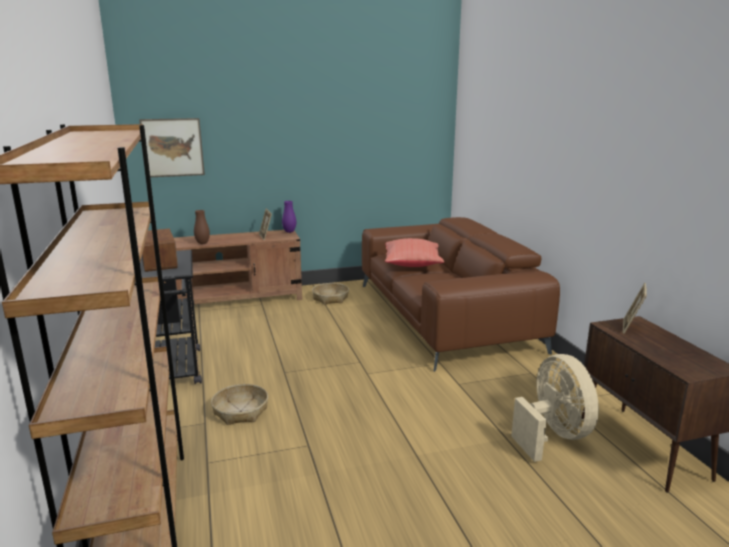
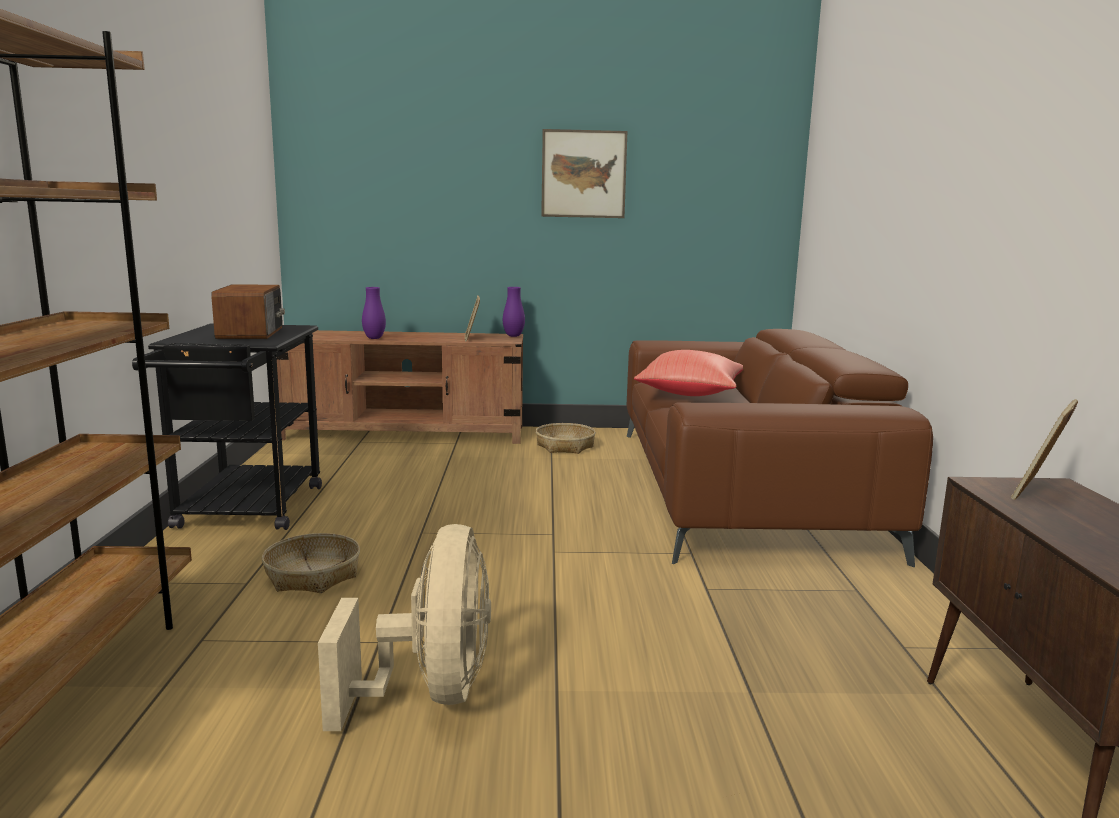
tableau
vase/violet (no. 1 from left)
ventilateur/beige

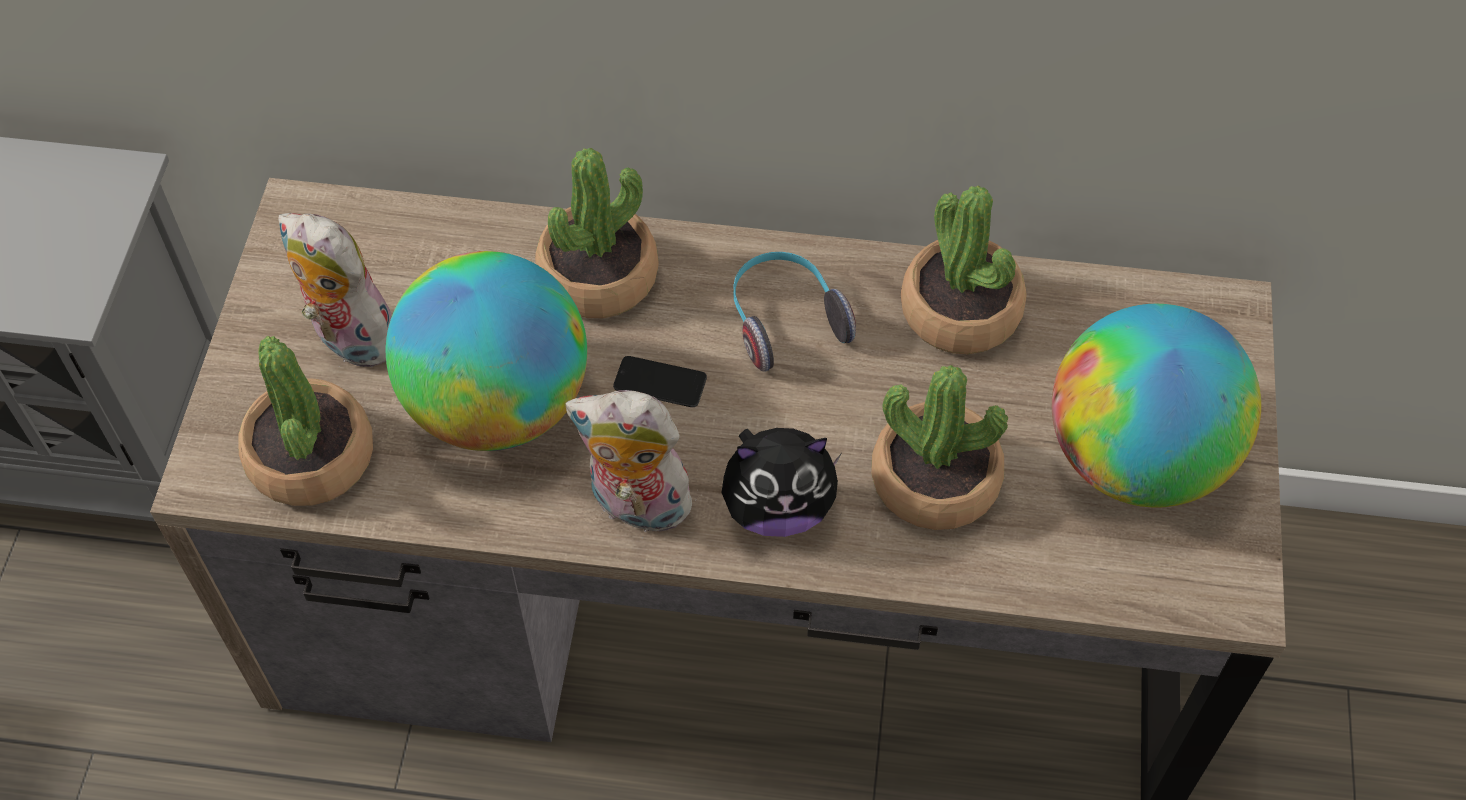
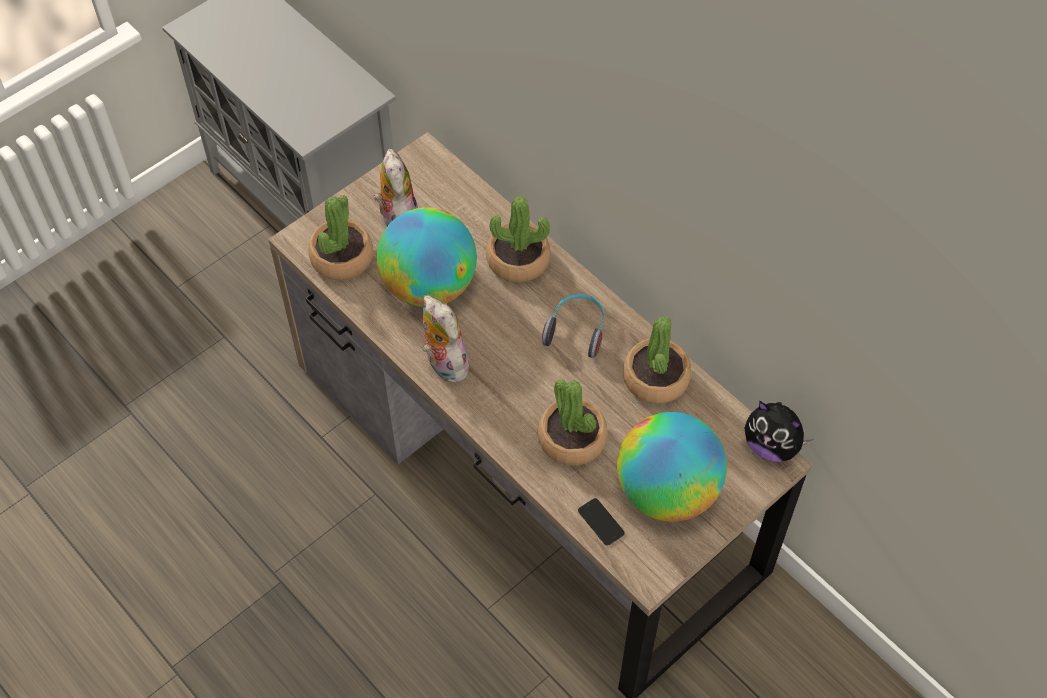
téléphone
peluche (no. 3 from left)

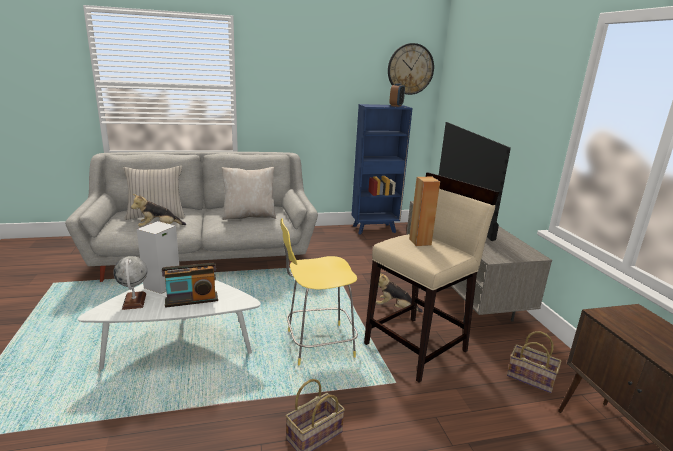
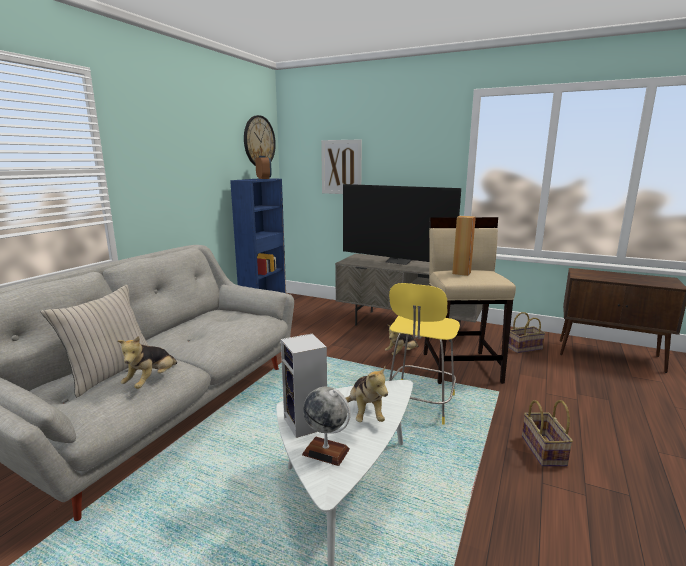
peluche (no. 2 from left)
coussin/beige (no. 2 from left in the first image)
tableau

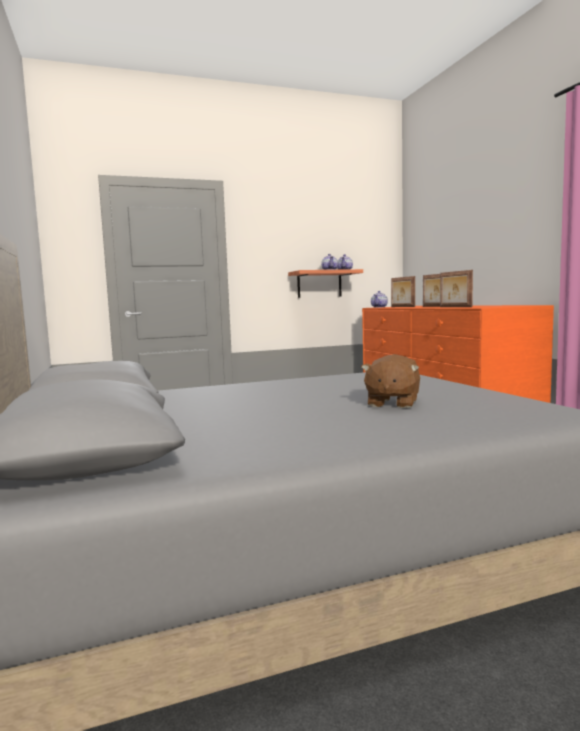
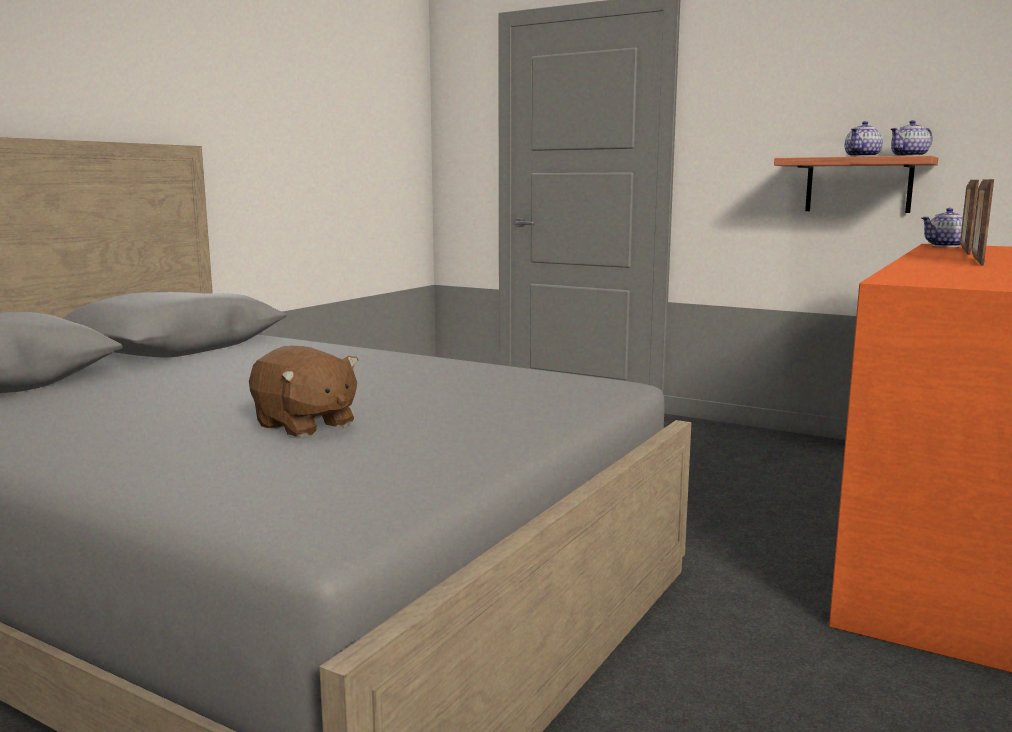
peluche/marron
cadre photo (no. 3 from left in the first image)

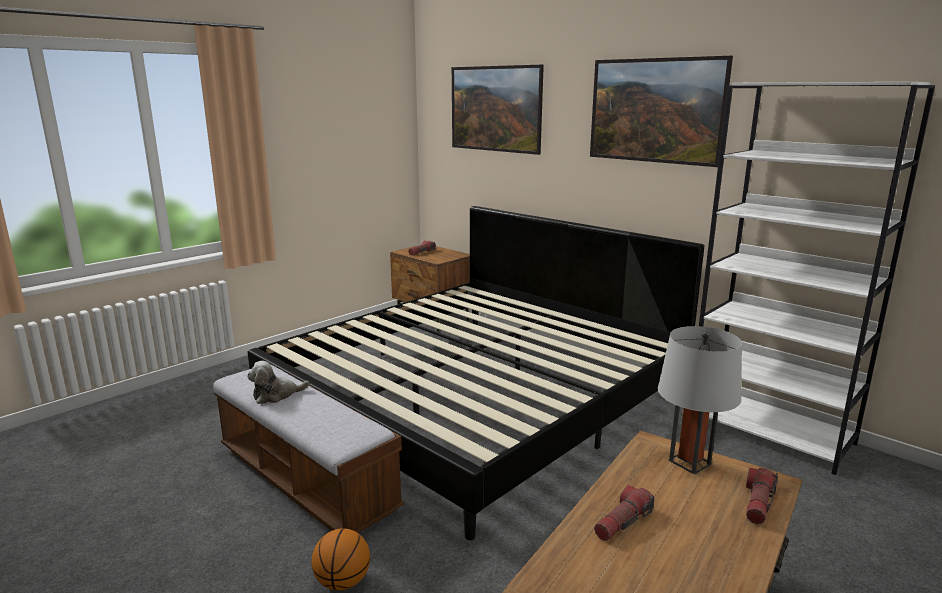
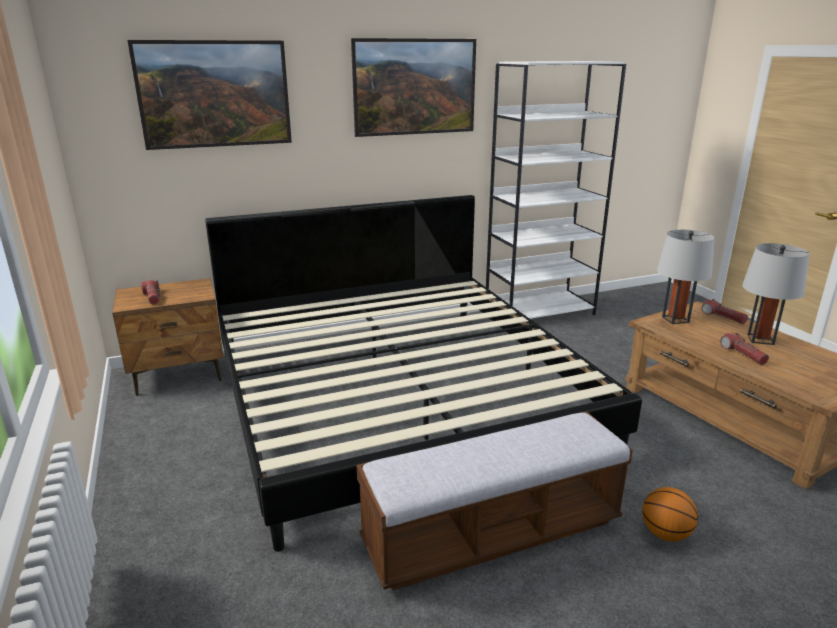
peluche
lampe de table/gris (no. 2 from left)

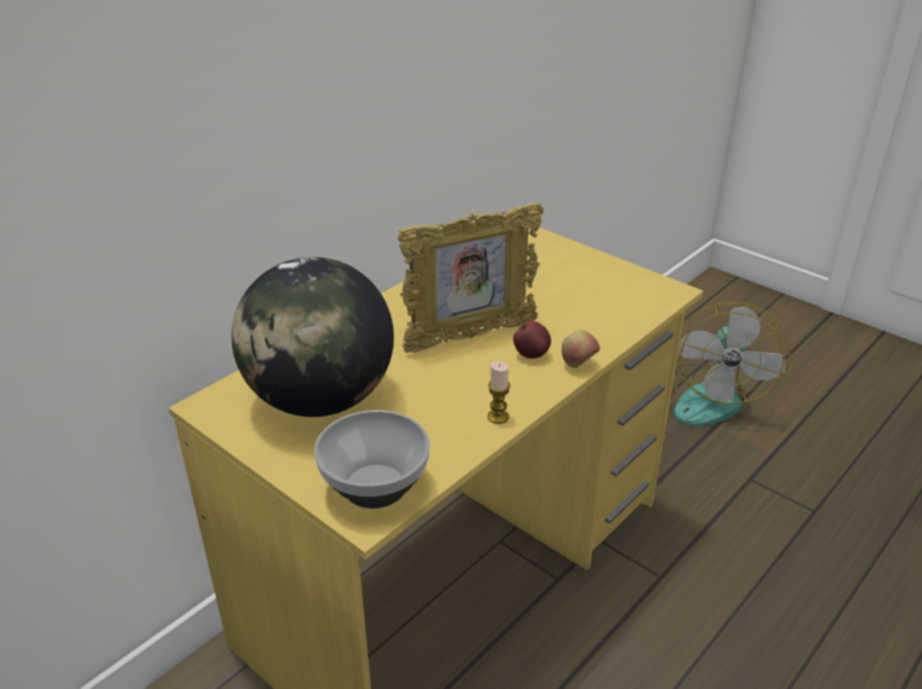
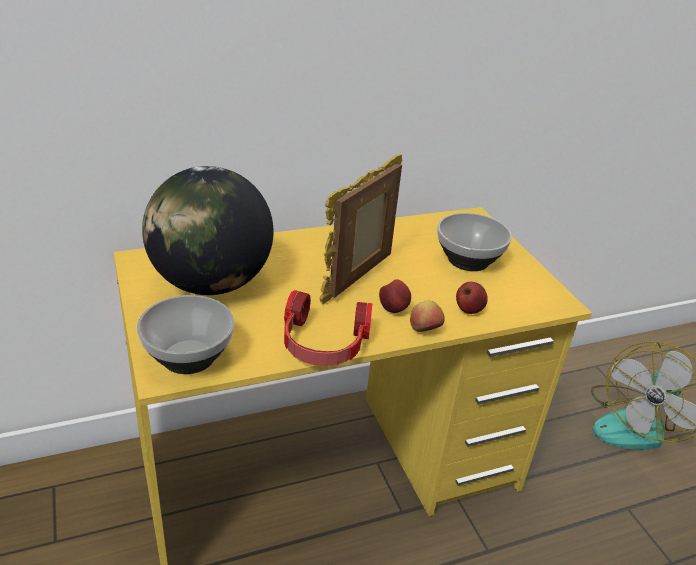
cadre photo
casque audio
bol (no. 2 from left)
pomme (no. 3 from left)

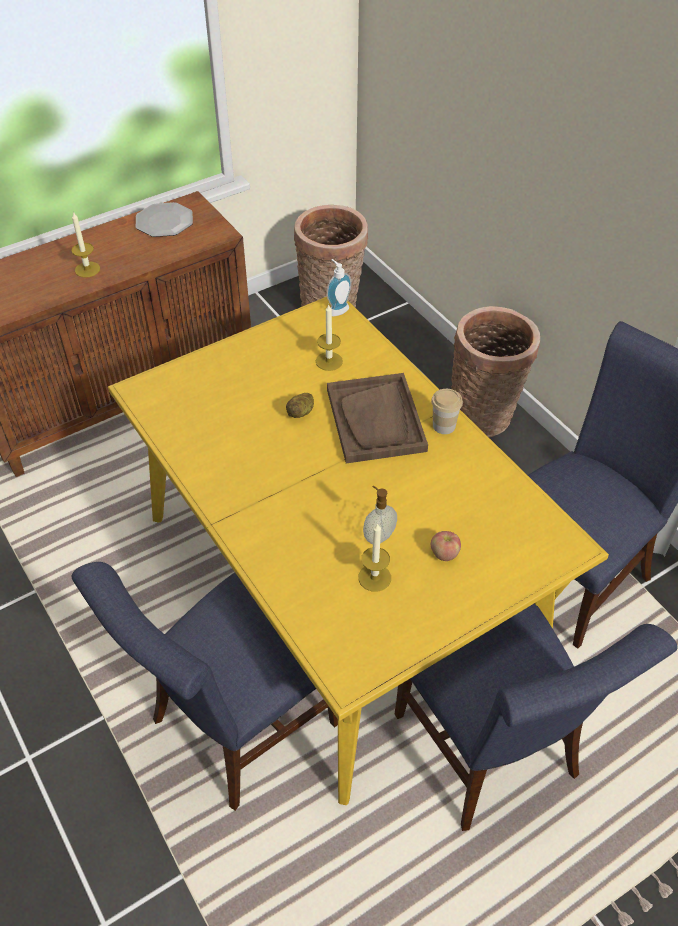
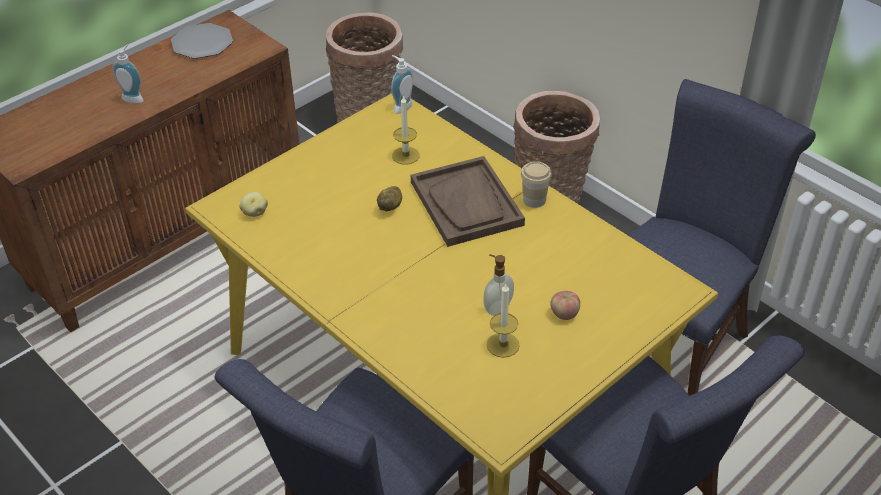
distributeur de savon (no. 1 from left)
pomme de terre (no. 1 from left)

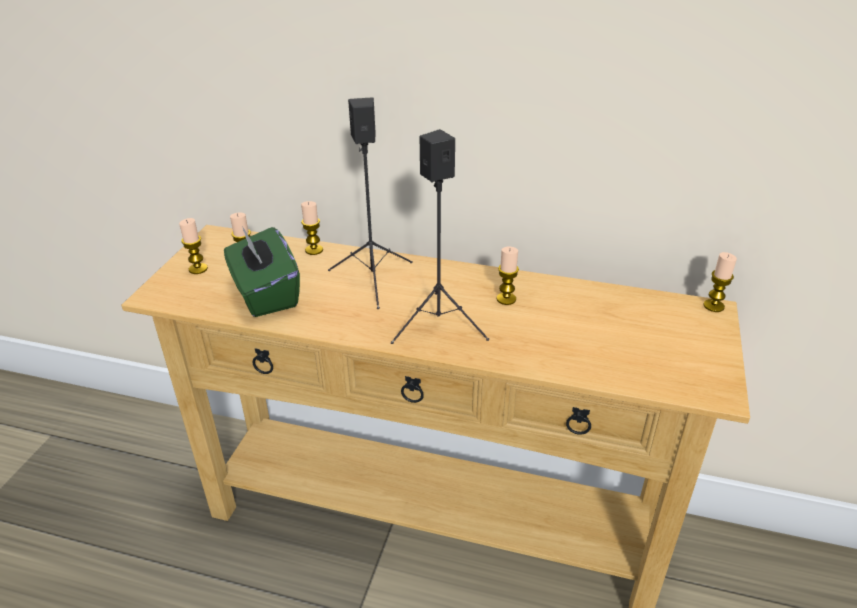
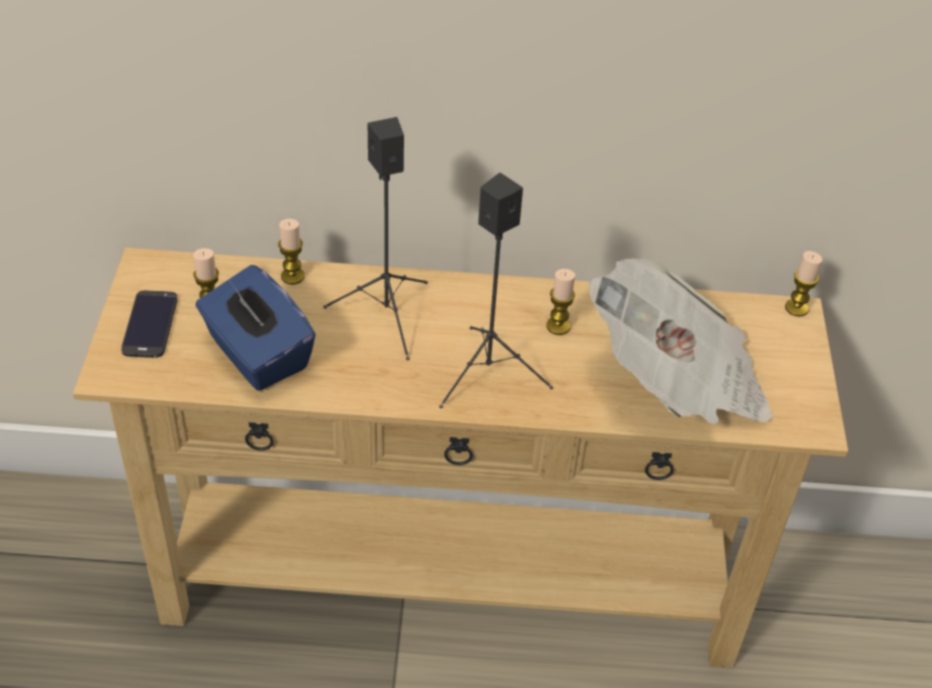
téléphone
boîte à mouchoirs/bleu
journal

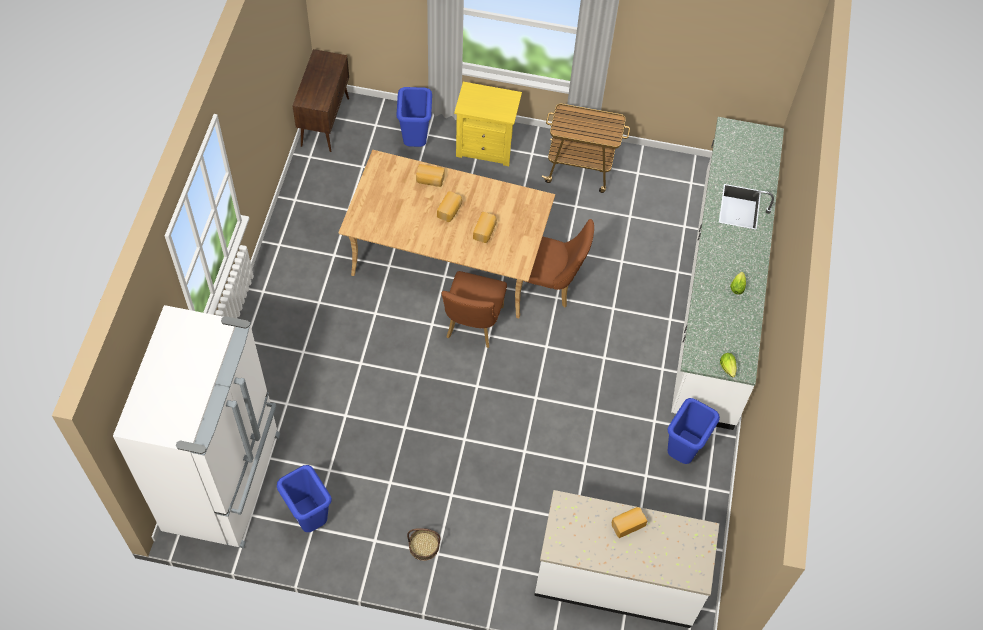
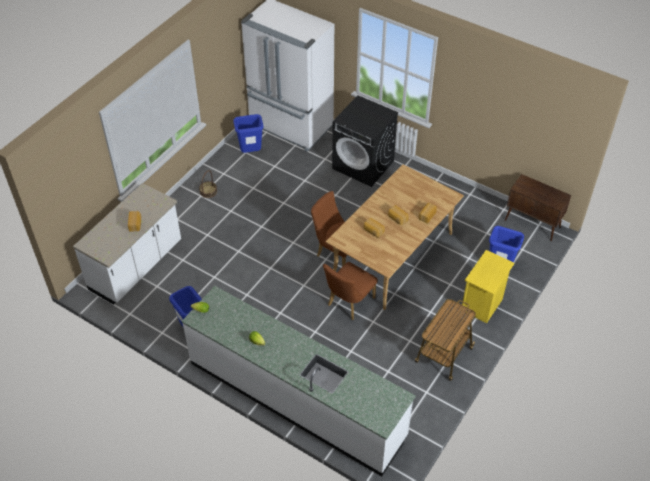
lave-linge/noir

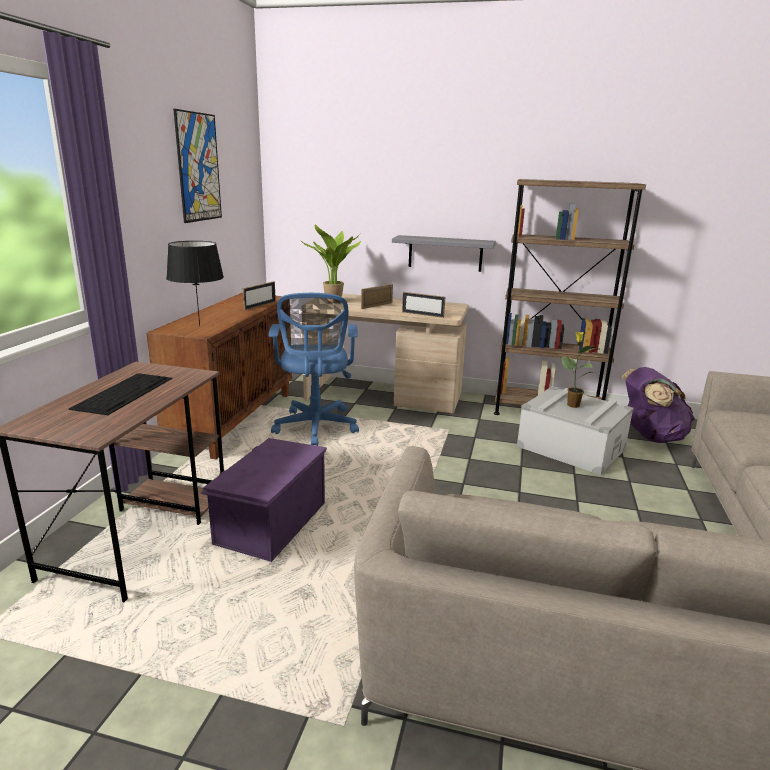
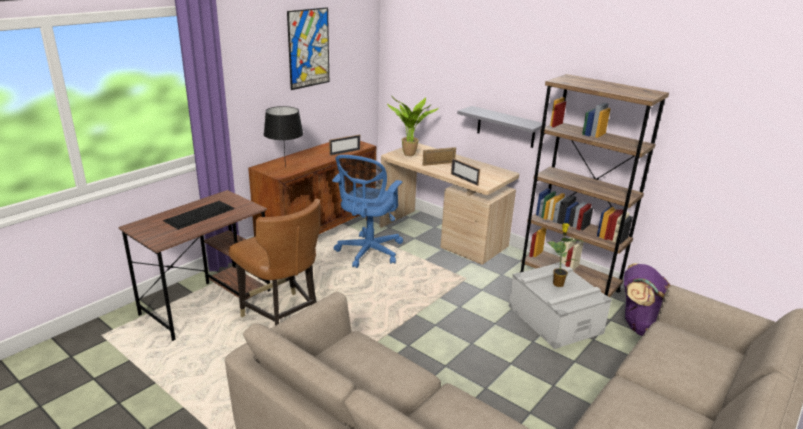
chaise/marron

